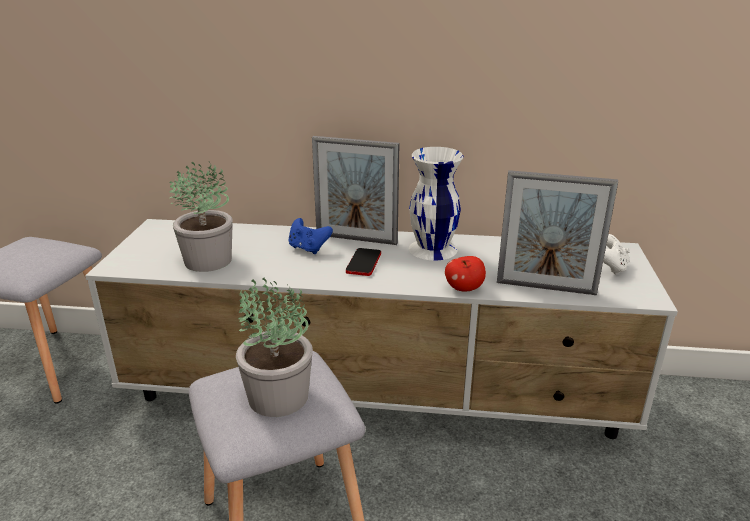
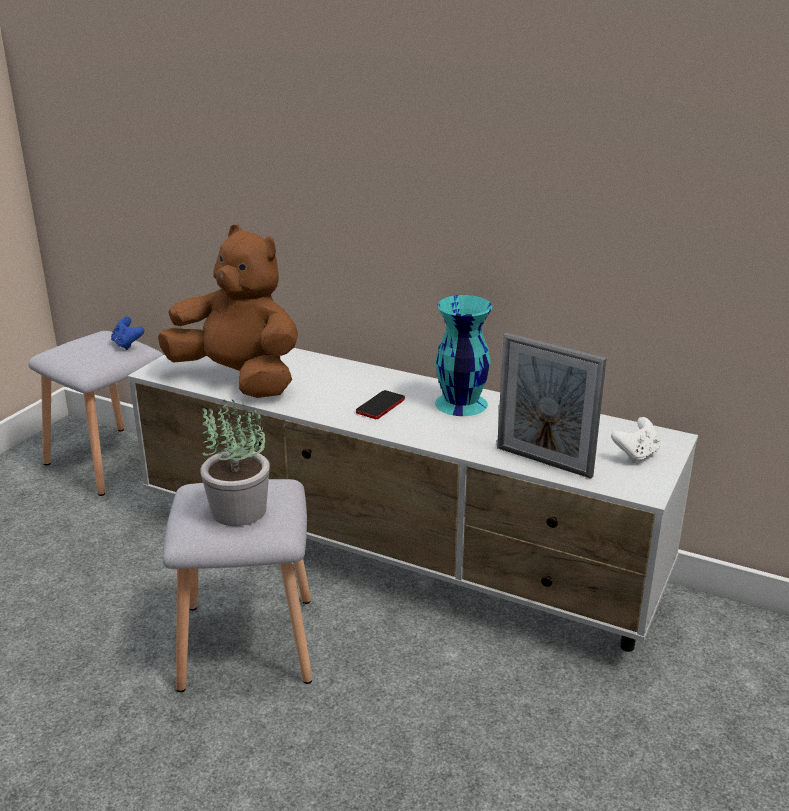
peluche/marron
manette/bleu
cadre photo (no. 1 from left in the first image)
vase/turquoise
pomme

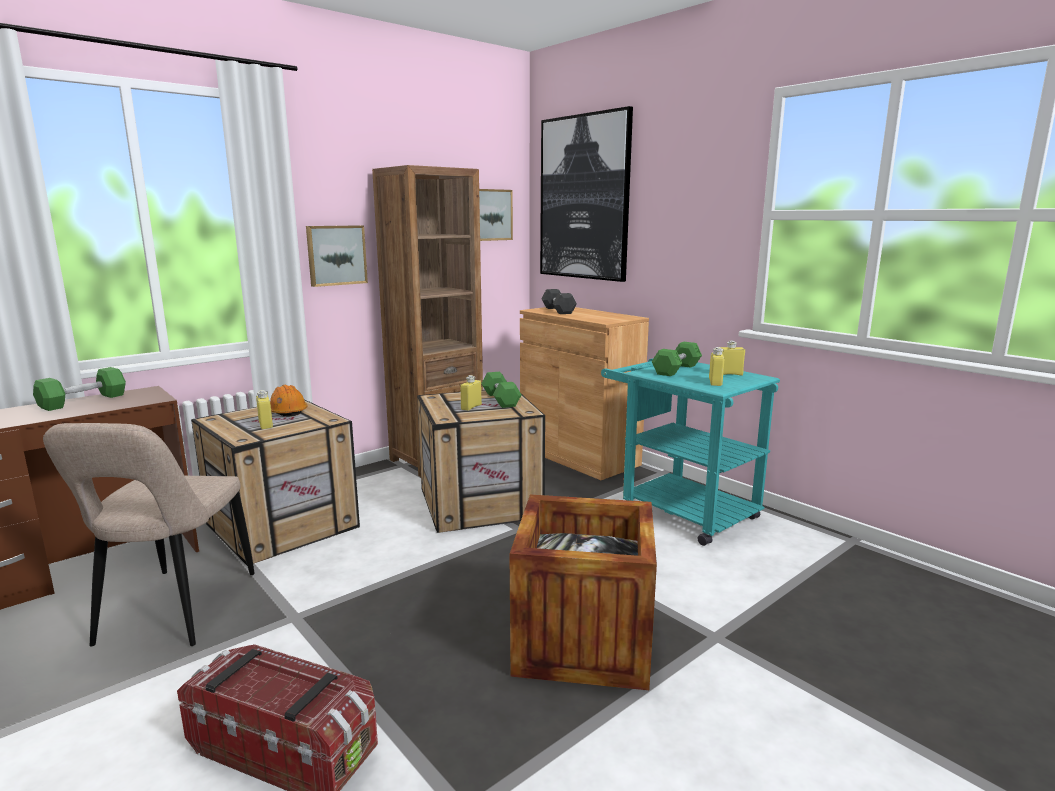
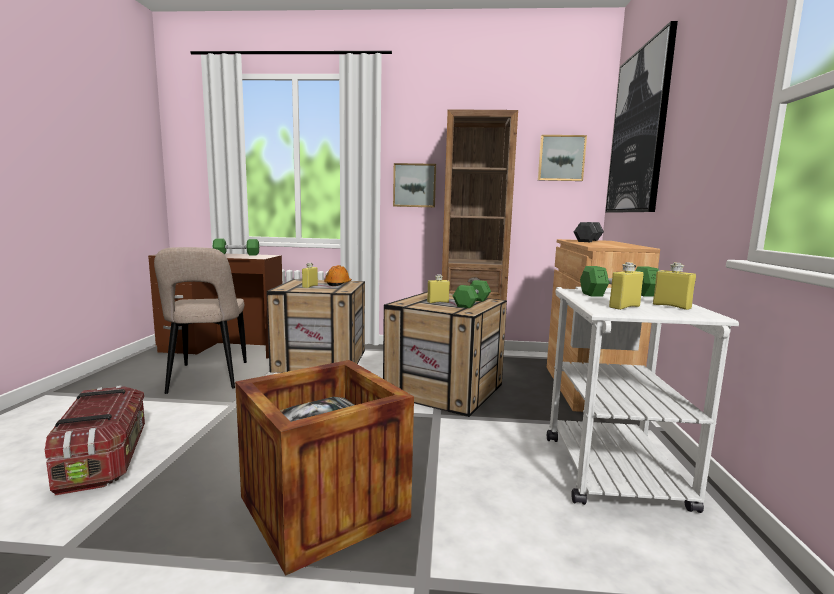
chaise/beige
chariot/blanc

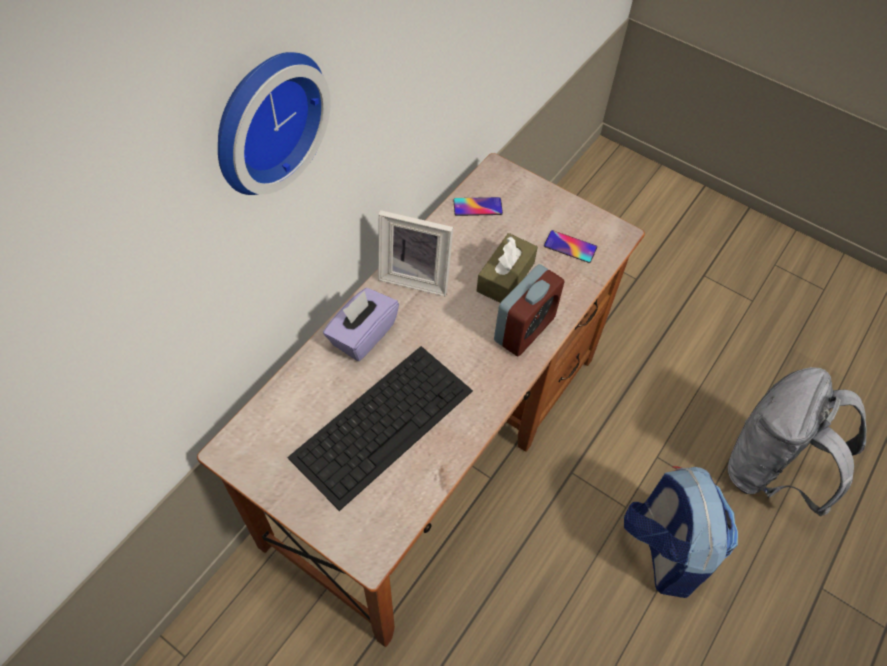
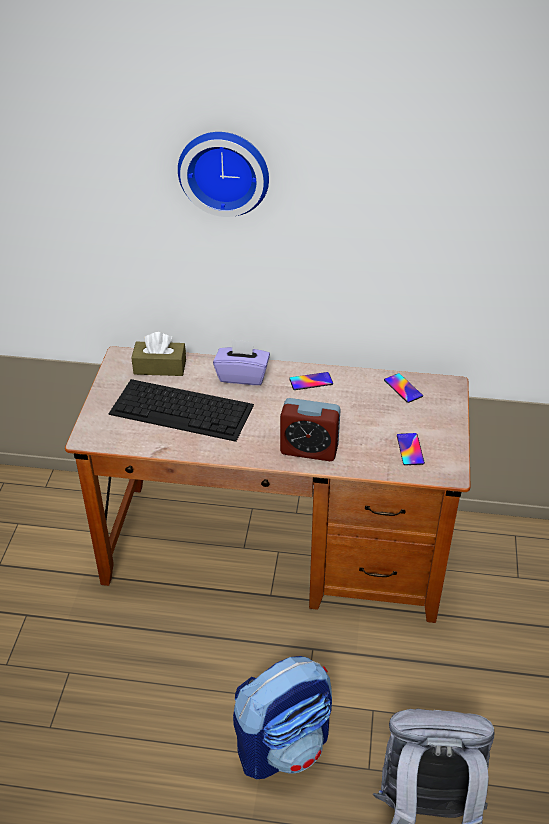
téléphone (no. 1 from left)
boîte à mouchoirs/marron

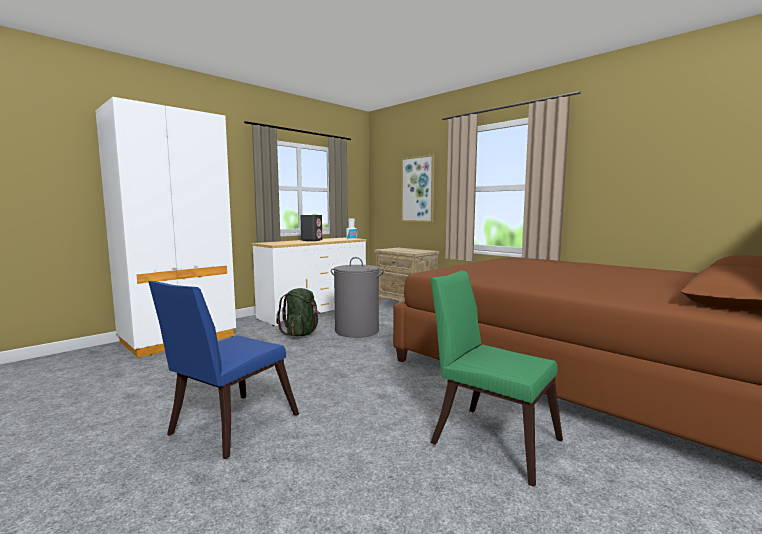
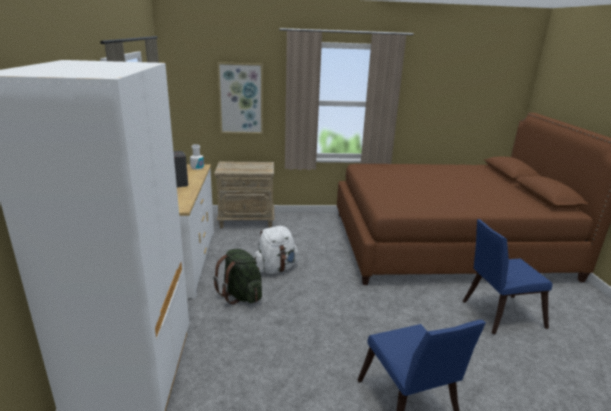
sac à dos/blanc
chaise/bleu (no. 2 from left)

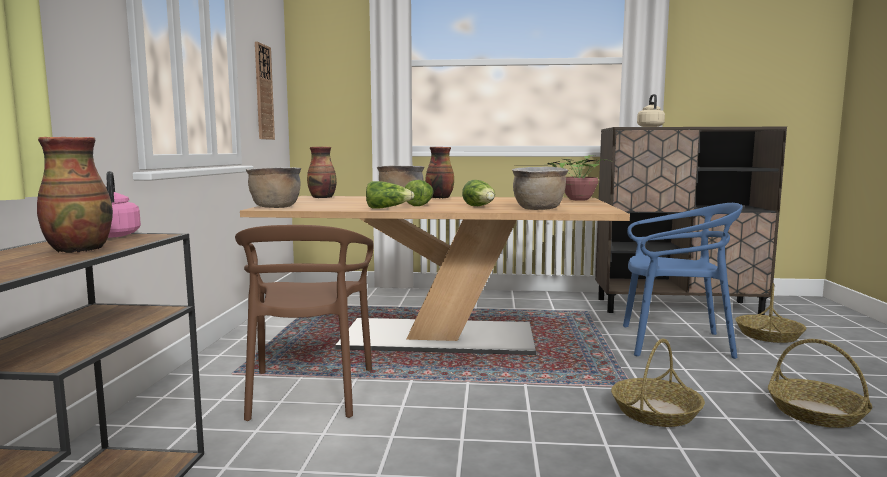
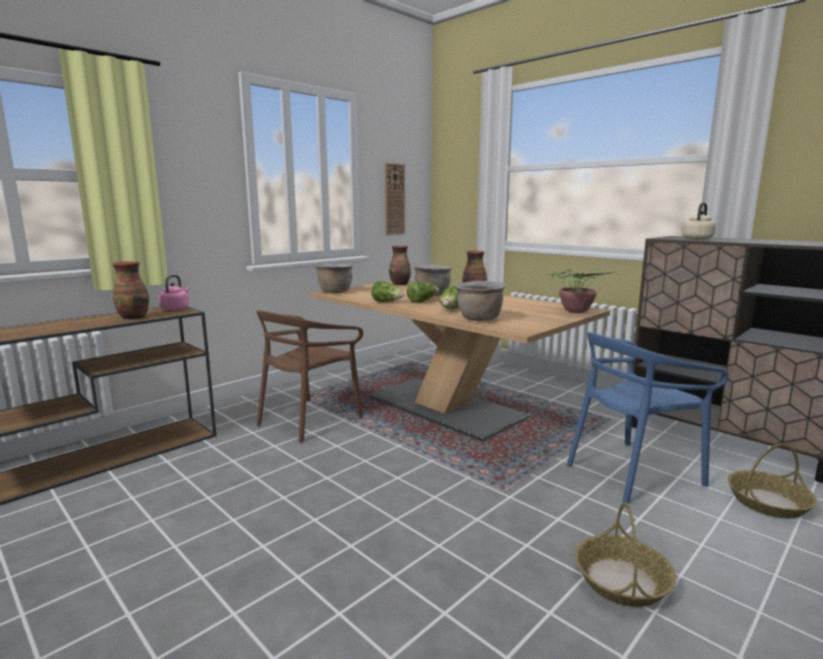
panier (no. 1 from left in the first image)
chaise/bleu

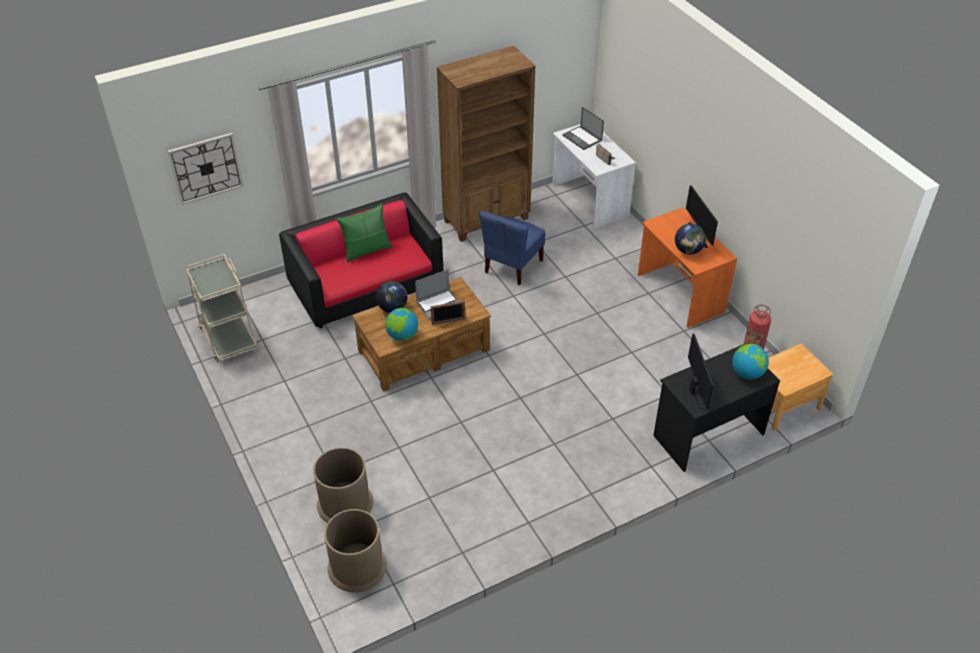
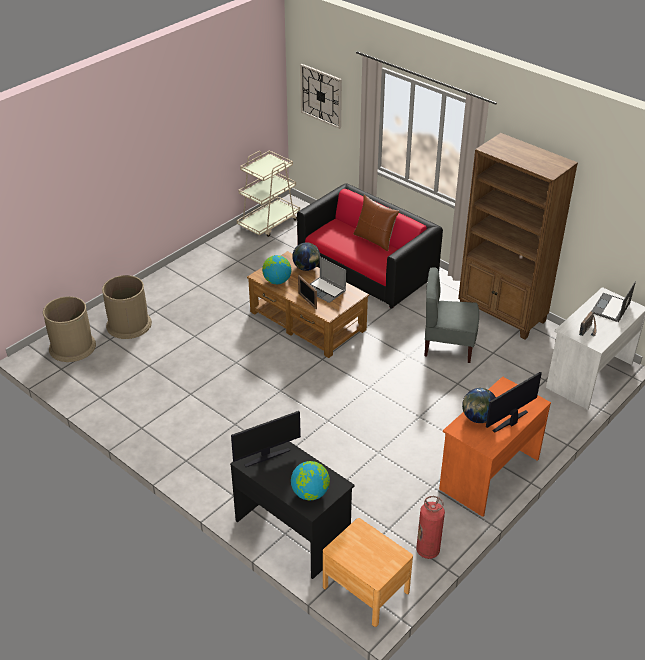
coussin/marron
chaise/gris

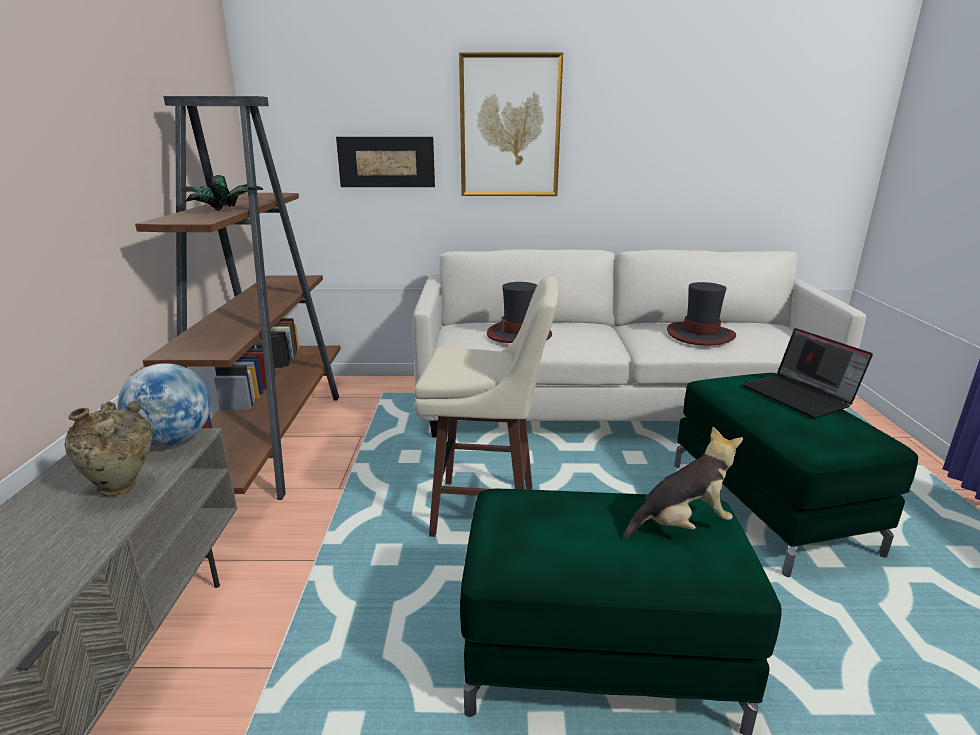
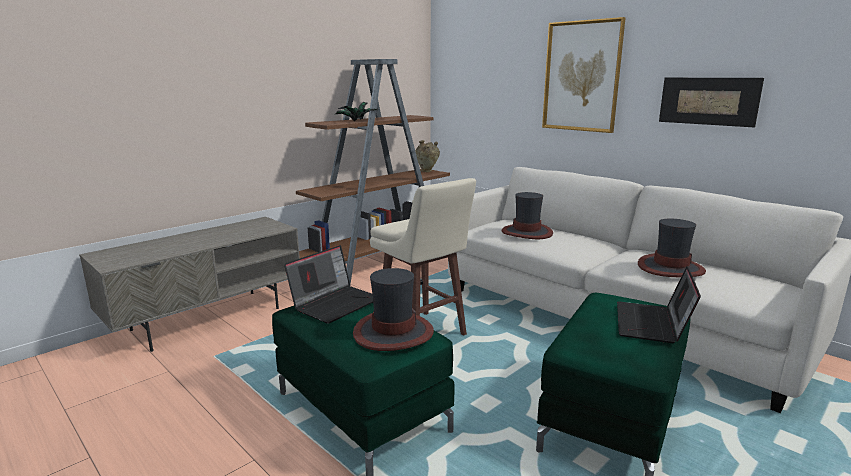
vase/beige
globe
tableau (no. 2 from left)
chapeau (no. 1 from left)
ordinateur portable (no. 1 from left)

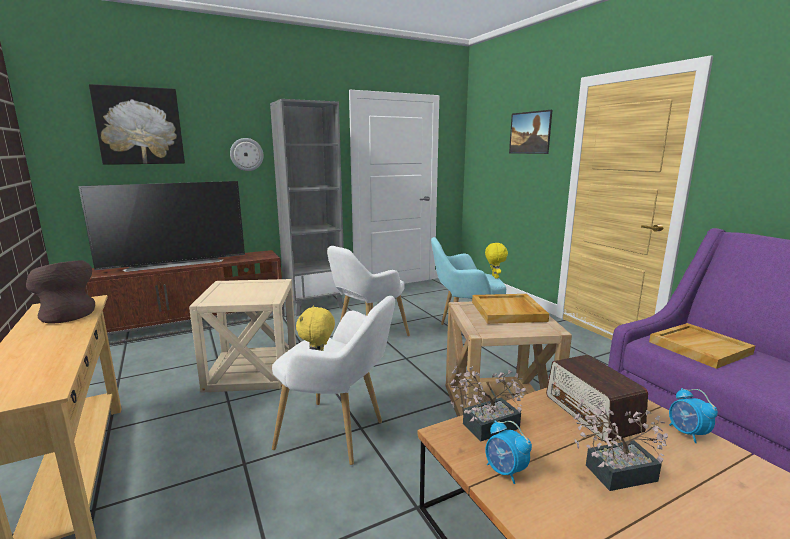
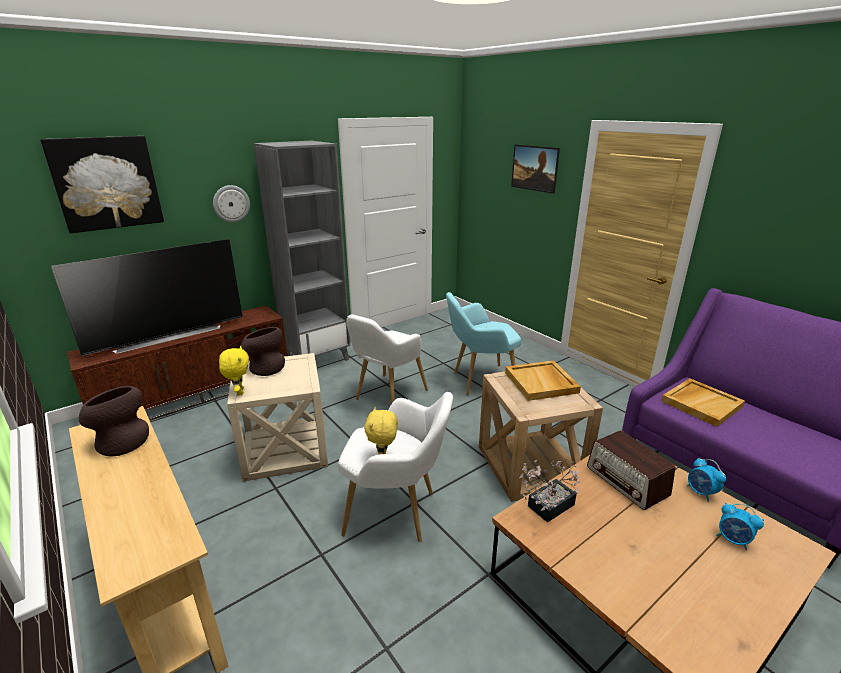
peluche/jaune (no. 1 from left)
réveil (no. 2 from left)
plante en pot (no. 2 from left in the first image)
vase/marron (no. 2 from left)

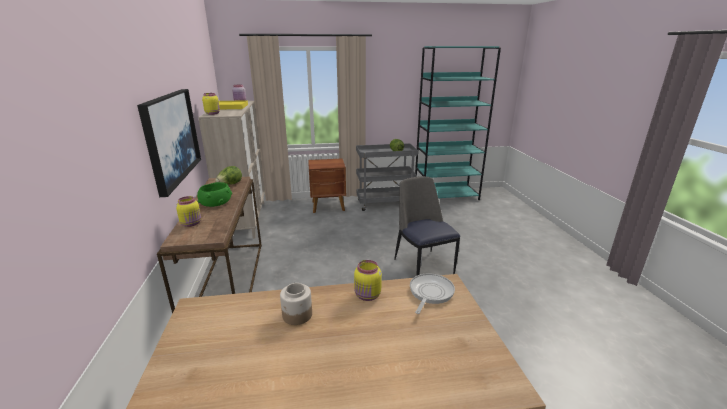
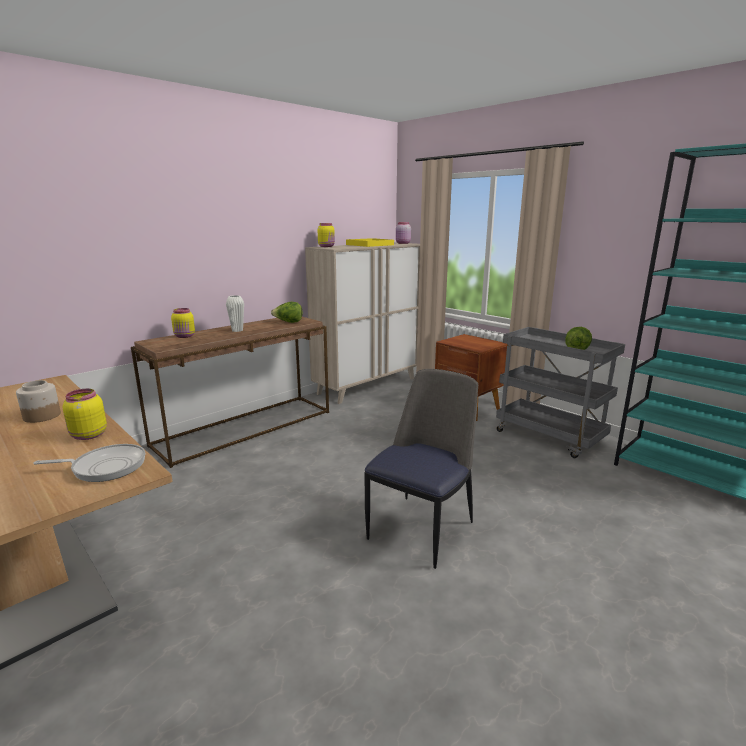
tableau
vase/blanc

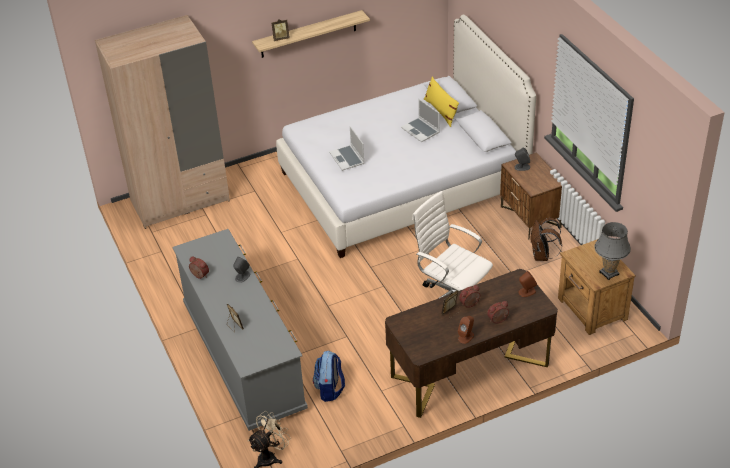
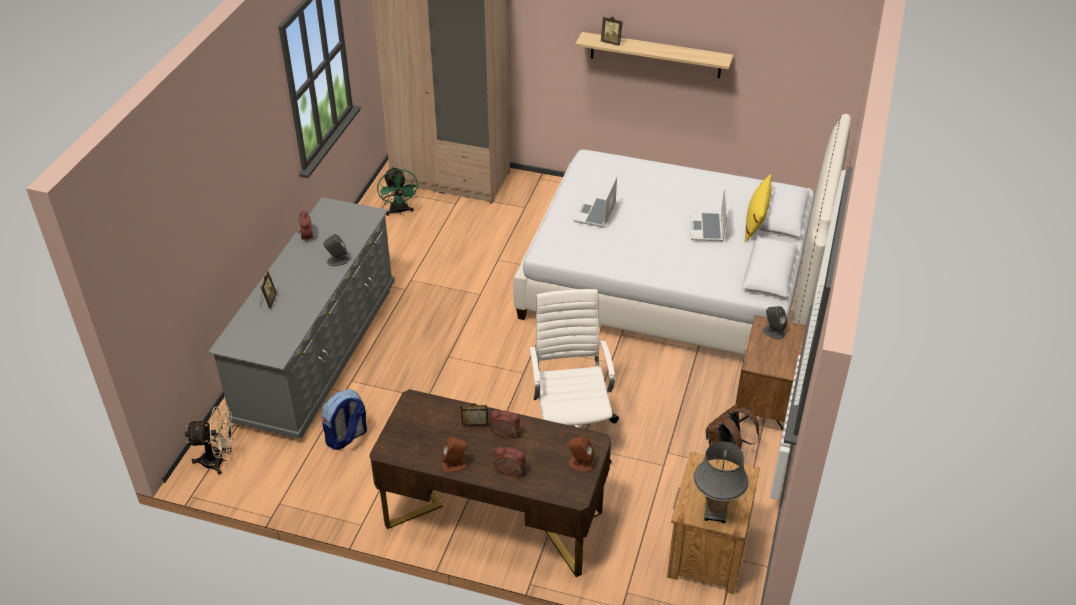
ventilateur/vert

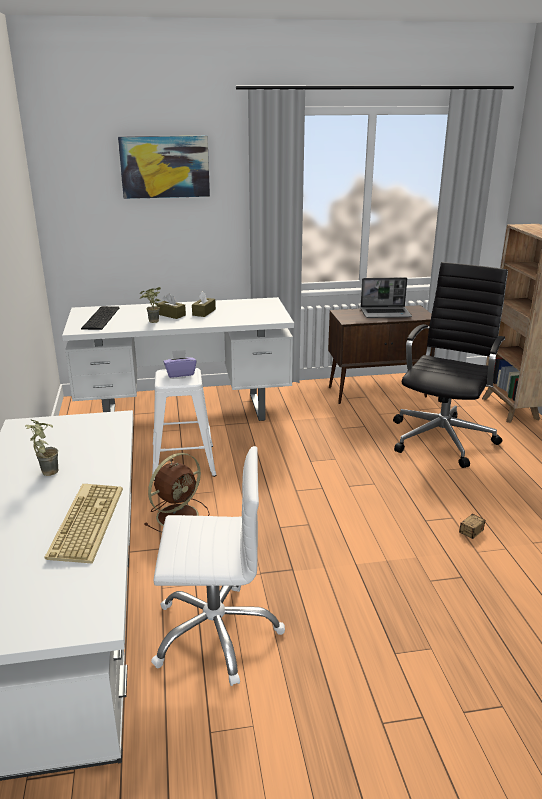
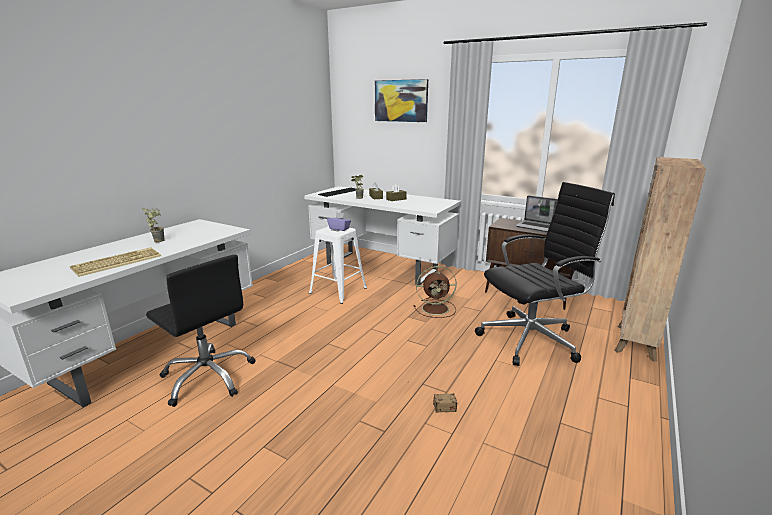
ventilateur/marron
chaise de bureau/noir (no. 1 from left)

